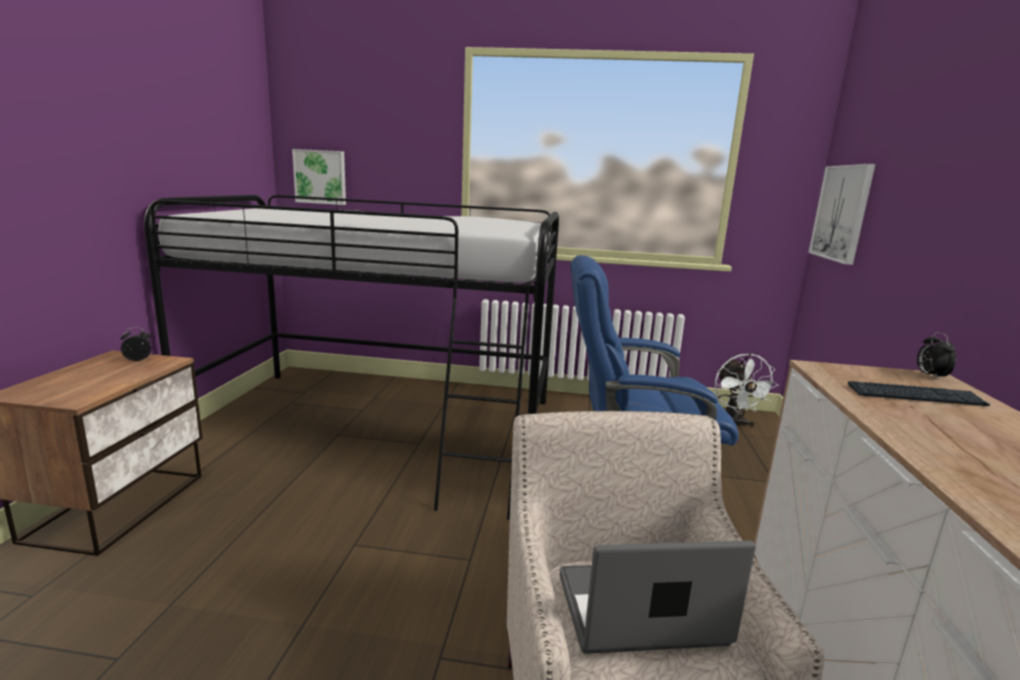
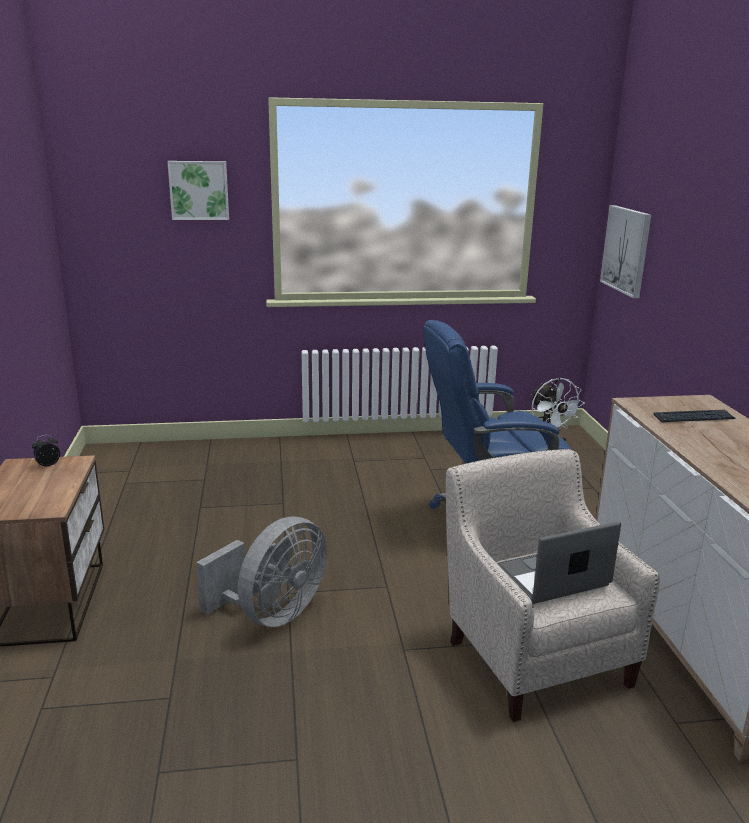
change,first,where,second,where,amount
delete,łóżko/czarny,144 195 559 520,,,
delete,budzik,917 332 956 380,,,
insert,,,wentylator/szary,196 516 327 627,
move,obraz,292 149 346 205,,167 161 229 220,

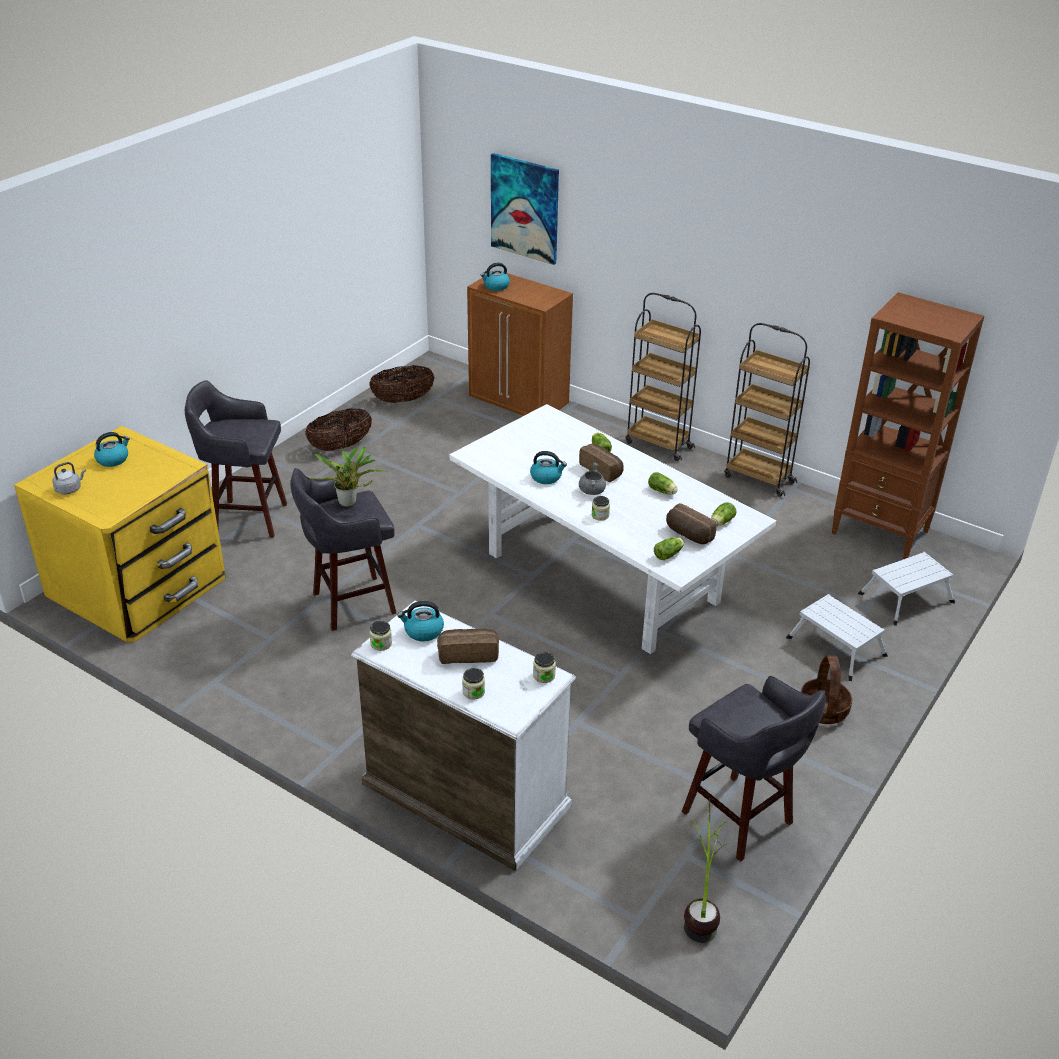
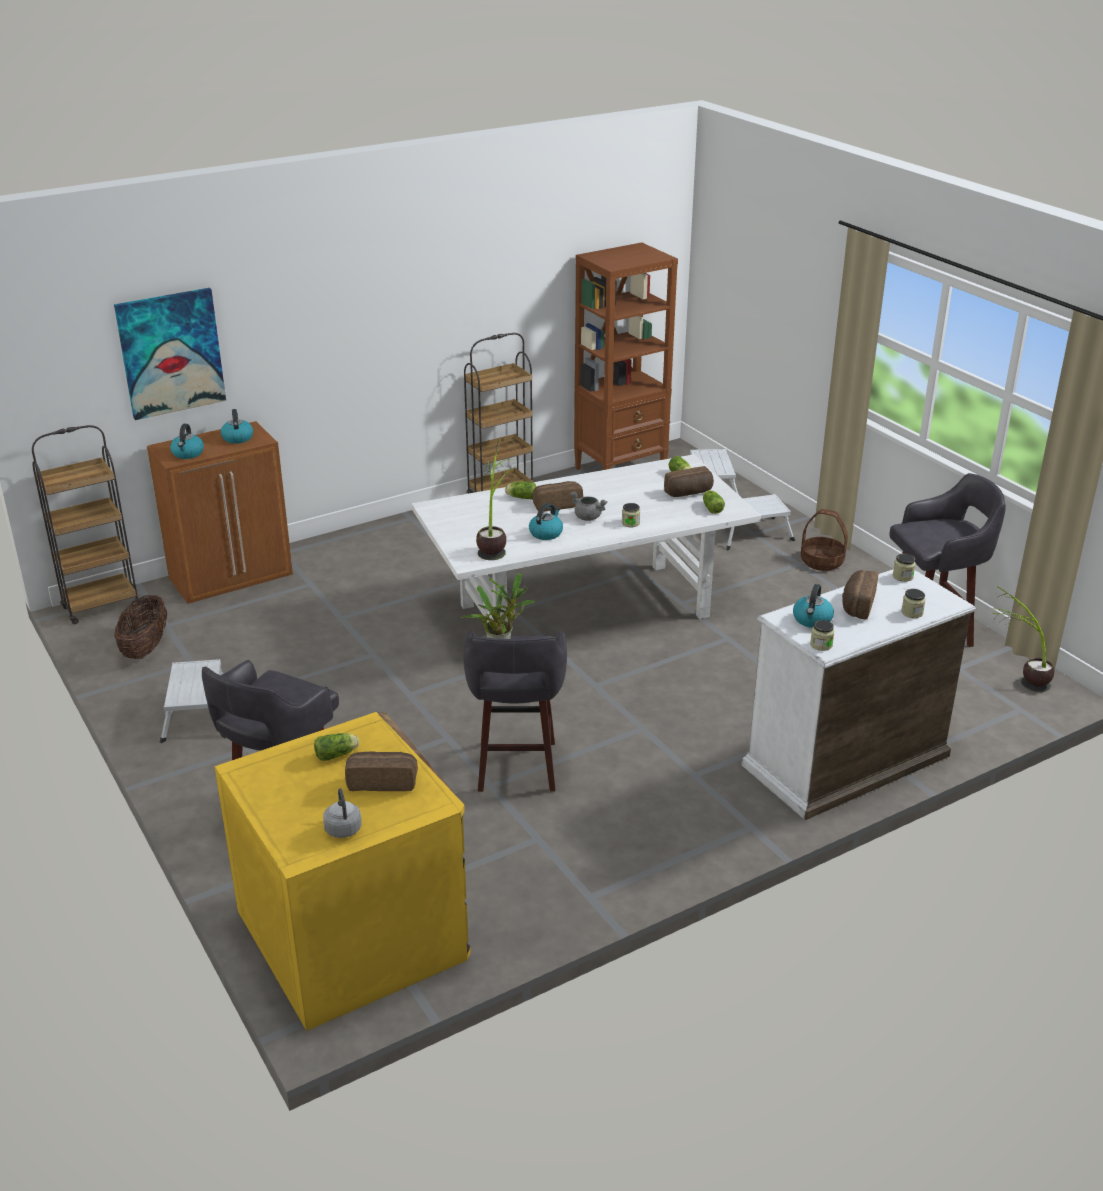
change,first,where,second,where,amount
insert,,,chleb,345 752 418 791,
insert,,,roślina doniczkowa,476 438 513 560,
move,czajnik,94 432 130 467,,221 409 253 444,
move,wózek/brązowy,626 293 701 461,,32 425 144 624,
move,sałata,648 472 678 495,,314 733 359 761,
replace,koszyk,305 408 372 451,drabinka/biały,160 659 226 744,

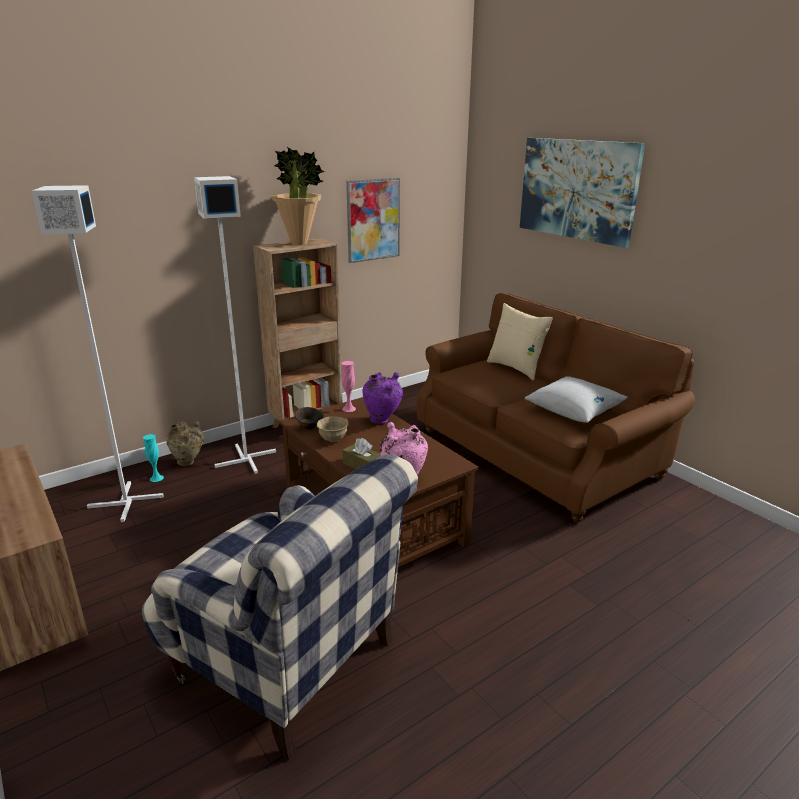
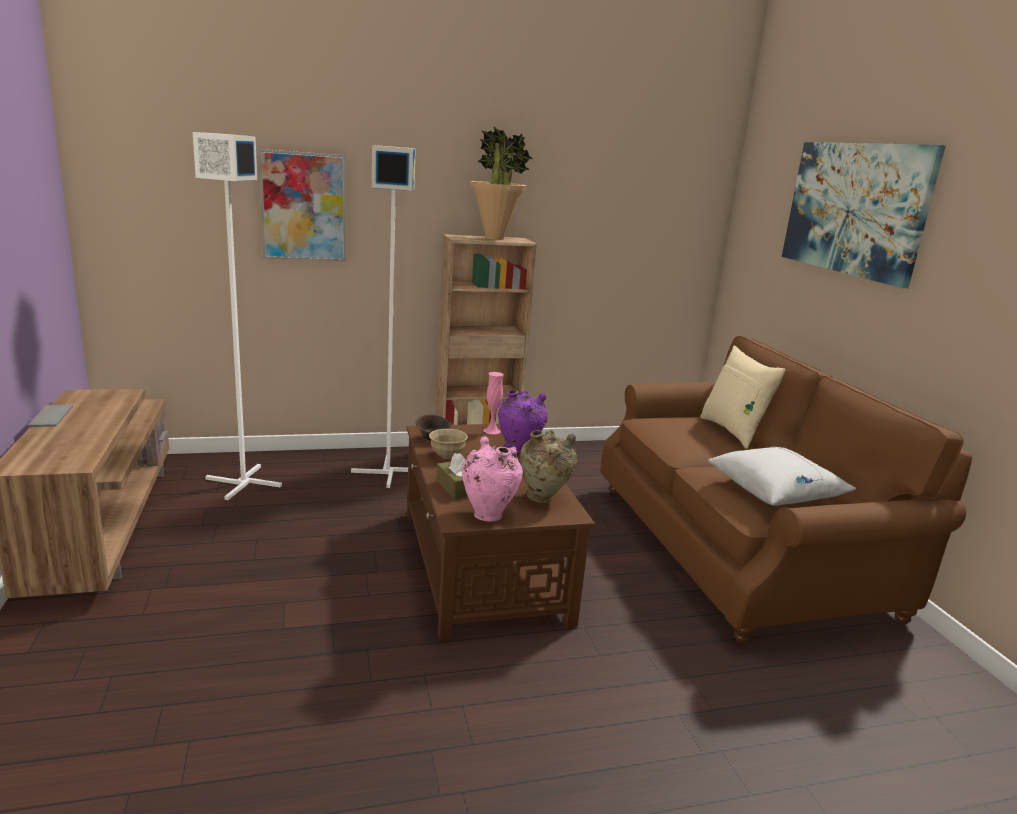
change,first,where,second,where,amount
delete,fotel,142 454 418 761,,,
delete,wazon/turkusowy,143 434 164 482,,,
move,wazon/beżowy,166 421 204 466,,519 430 577 503,
move,obraz,346 178 400 263,,259 149 346 261,

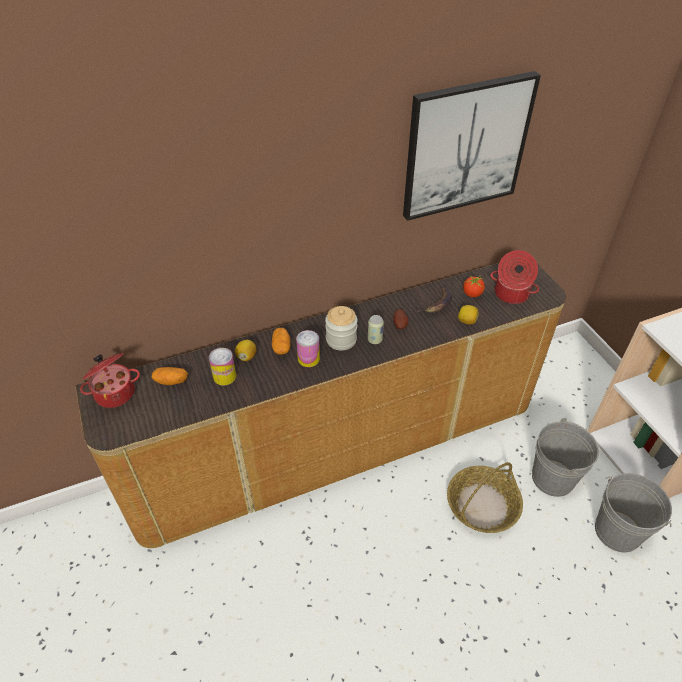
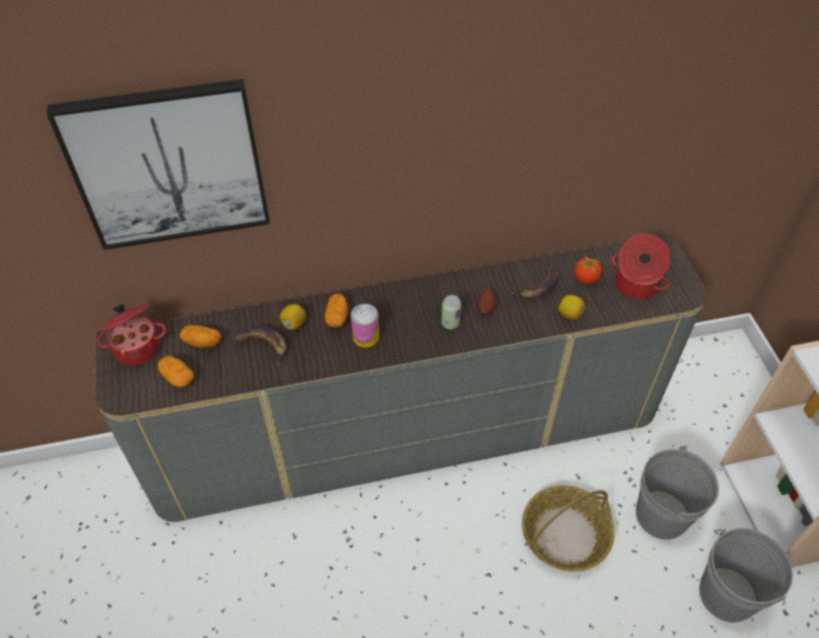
change,first,where,second,where,amount
delete,słoik,325 306 358 351,,,
insert,,,ziemniak,158 356 194 388,
move,obraz,403 71 541 221,,46 79 270 250,
replace,puszka,209 348 236 385,banan,234 326 286 366,
recolor,szafka/brązowy,75 263 566 548,szafka/szary,94 234 706 522,

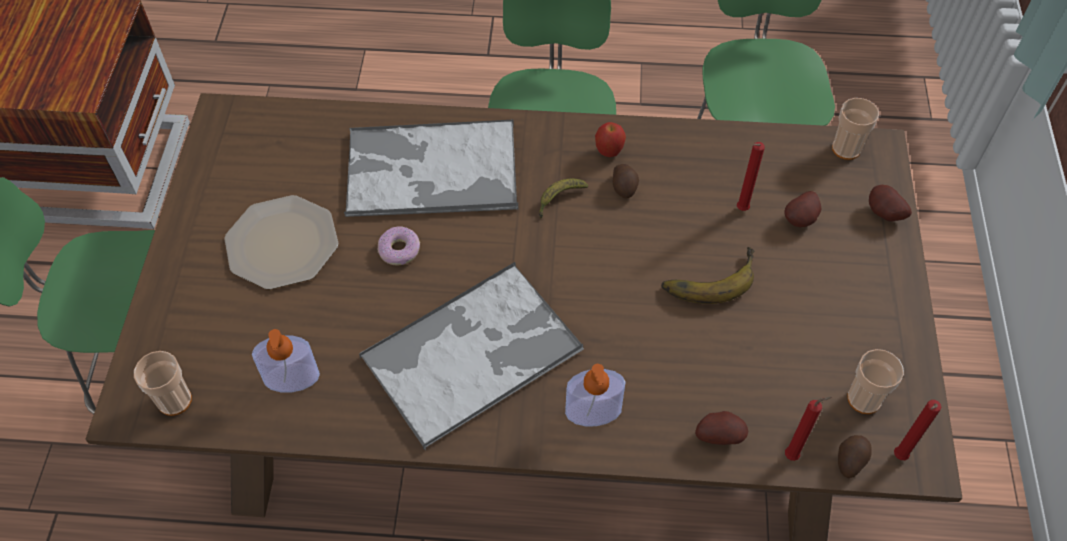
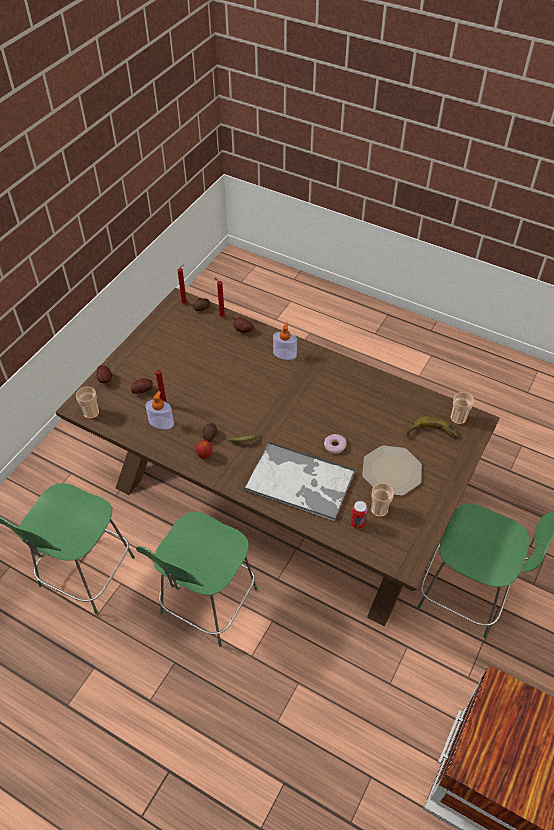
change,first,where,second,where,amount
delete,taca,359 262 584 451,,,
insert,,,puszka,351 501 368 529,
move,dozownik mydła,252 329 320 392,,146 391 174 429,
move,banan,661 247 754 304,,406 416 458 439,
move,filiżanka,847 349 904 414,,371 483 394 517,

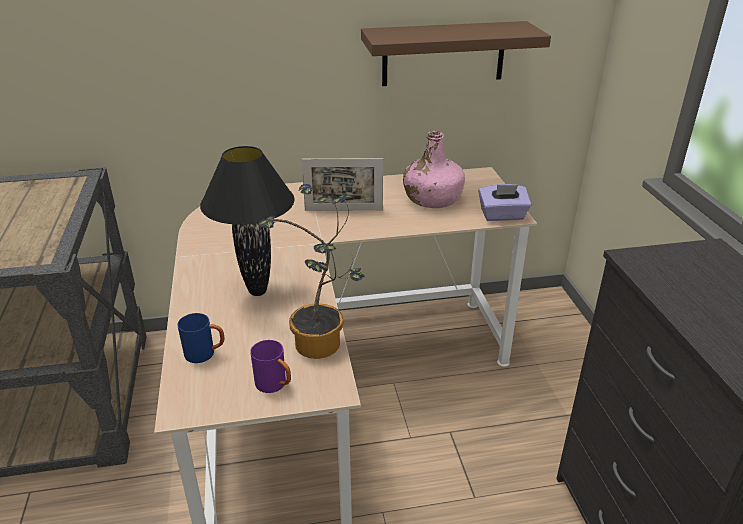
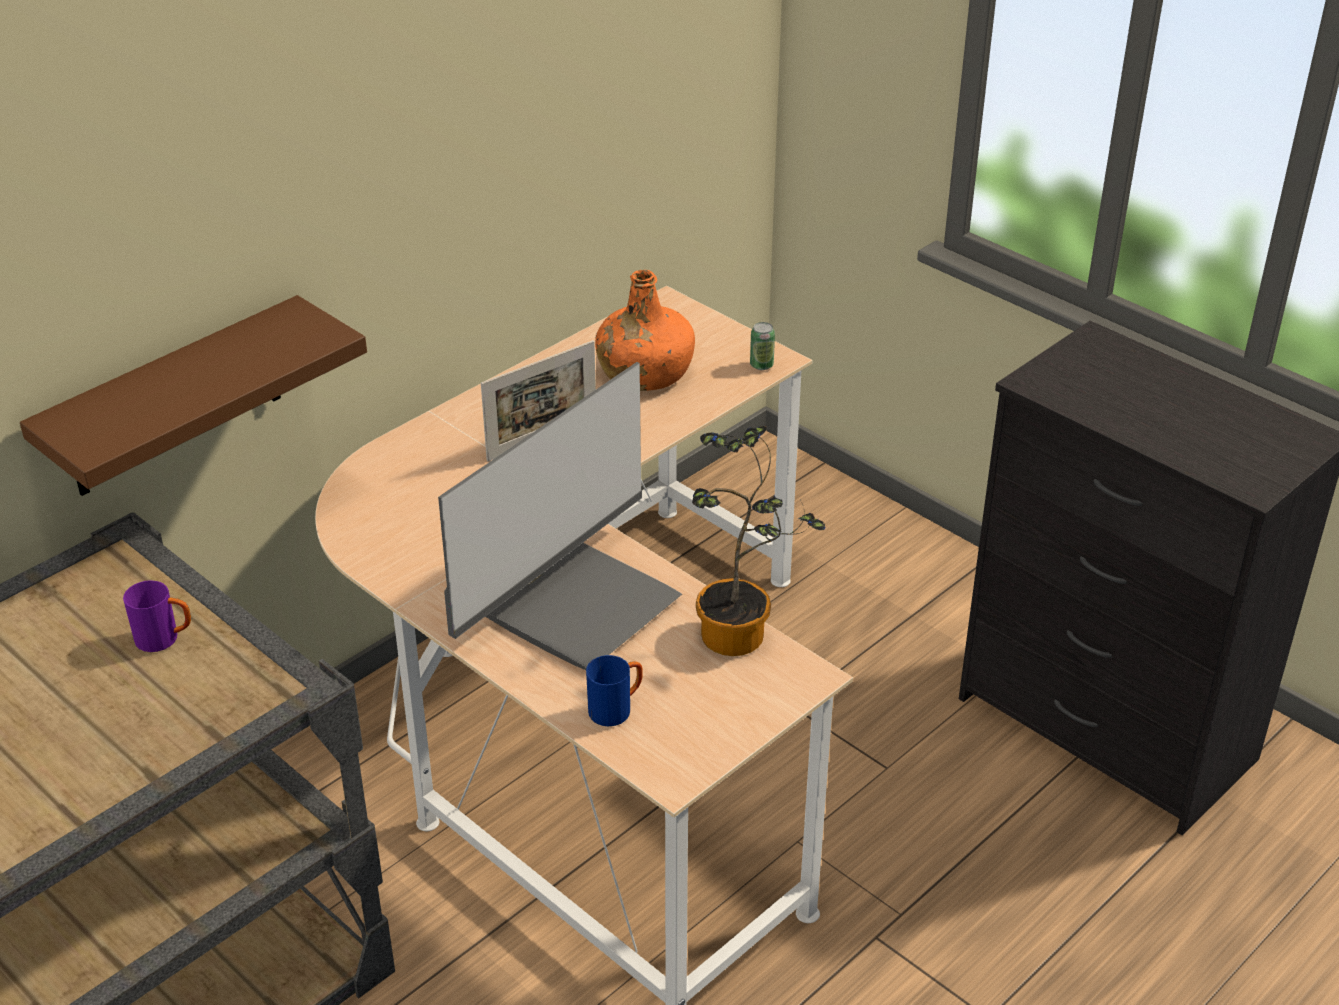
change,first,where,second,where,amount
move,kubek/fioletowy,250 340 291 393,,123 581 191 652,
move,półka/brązowy,361 21 551 86,,20 295 367 496,
replace,lampa stołowa/czarny,200 146 295 296,monitor,438 362 682 670,
replace,pudełko chusteczek/fioletowy,479 184 531 221,puszka,750 322 775 370,
recolor,butelka/różowy,403 131 465 208,butelka/pomarańczowy,595 270 695 391,

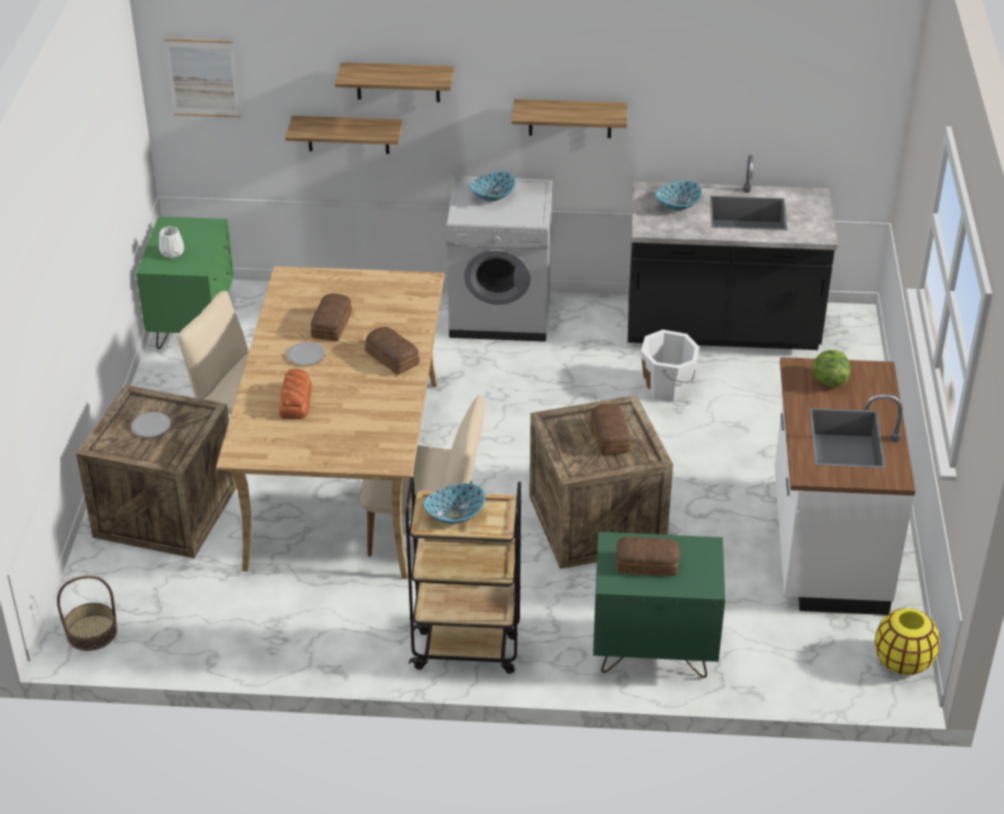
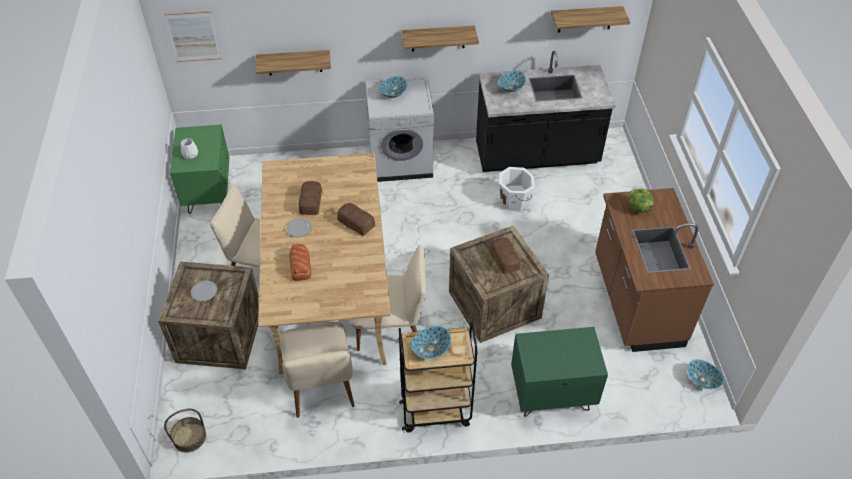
change,first,where,second,where,amount
delete,chleb,616 537 680 576,,,
insert,,,krzesło/beżowy,280 322 355 418,
move,półka,335 62 454 102,,551 6 630 33,
replace,wazon/żółty,875 608 940 675,miska,687 360 724 389,
recolor,zabudowa kuchenna/biały,775 357 915 615,zabudowa kuchenna/brązowy,595 188 714 352,

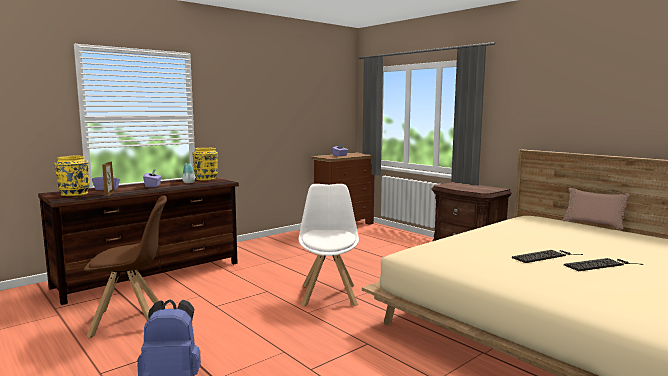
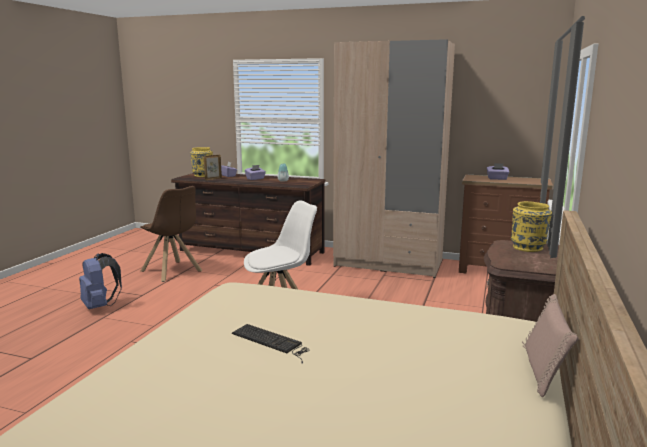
change,first,where,second,where,amount
delete,klawiatura,564 258 643 271,,,
insert,,,szafa/beżowy,333 39 455 278,
move,wazon/żółty,193 148 218 180,,511 201 552 252,

